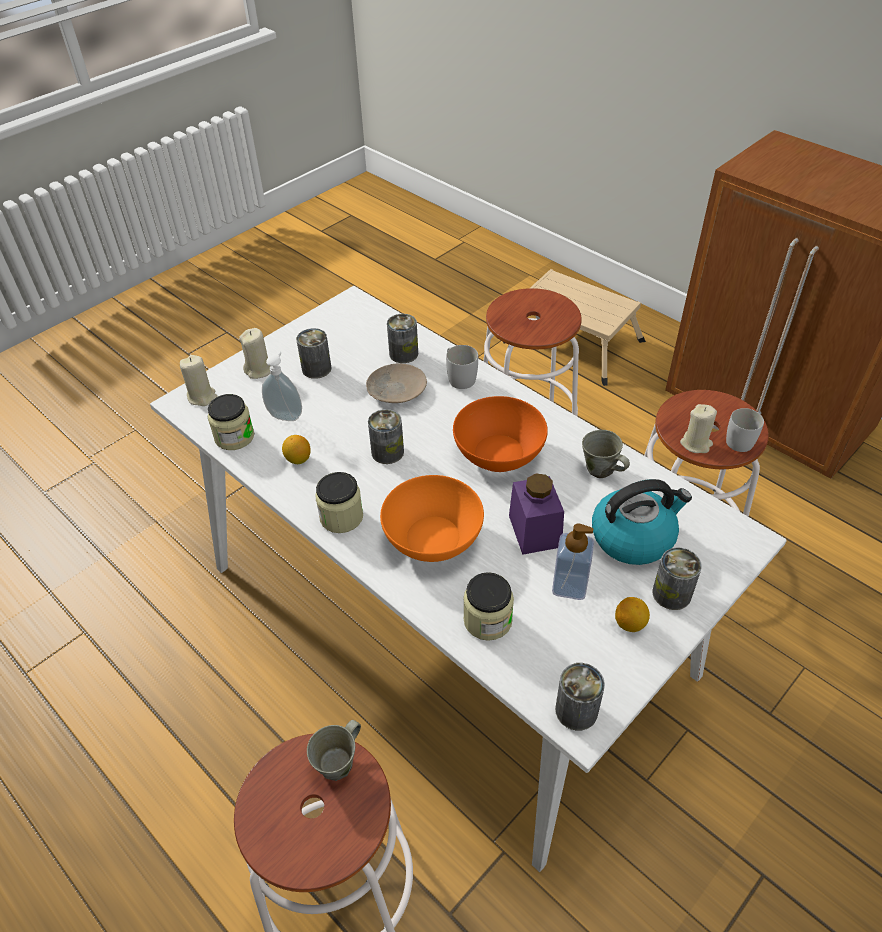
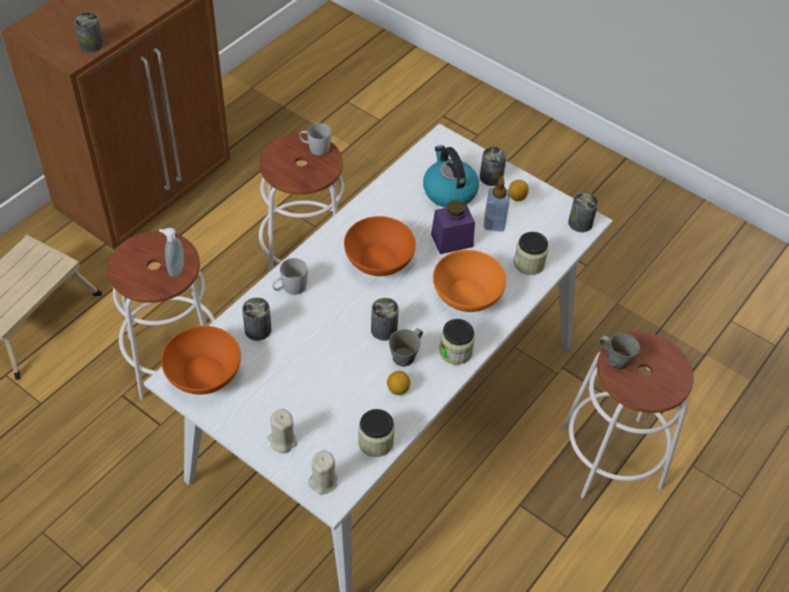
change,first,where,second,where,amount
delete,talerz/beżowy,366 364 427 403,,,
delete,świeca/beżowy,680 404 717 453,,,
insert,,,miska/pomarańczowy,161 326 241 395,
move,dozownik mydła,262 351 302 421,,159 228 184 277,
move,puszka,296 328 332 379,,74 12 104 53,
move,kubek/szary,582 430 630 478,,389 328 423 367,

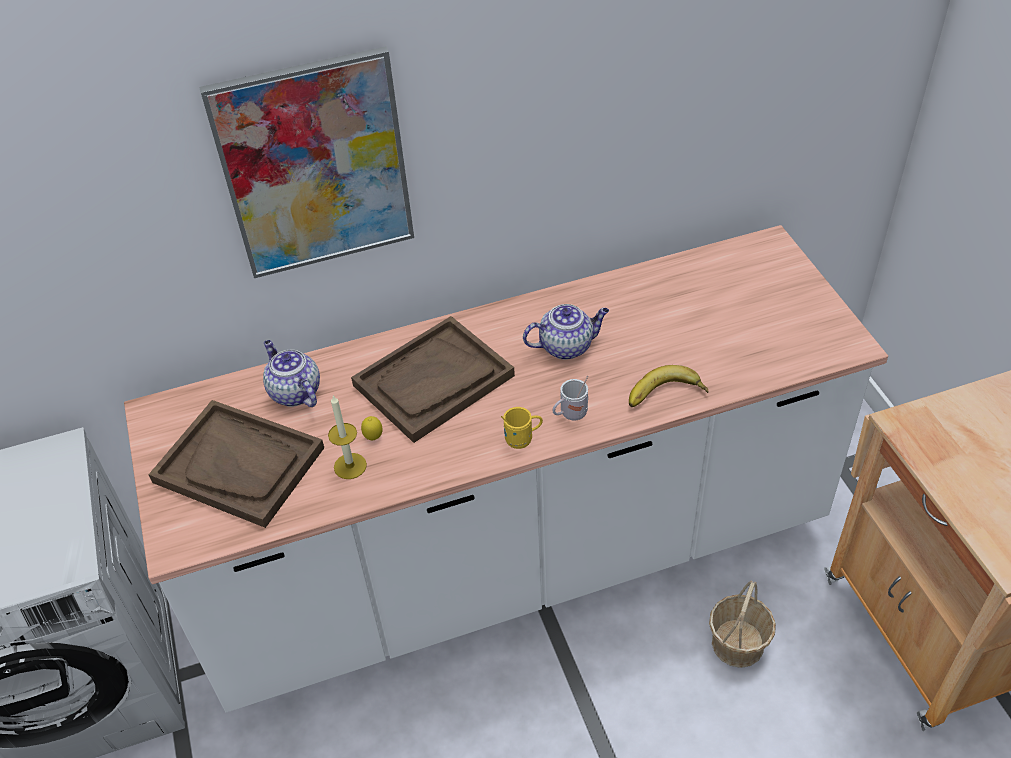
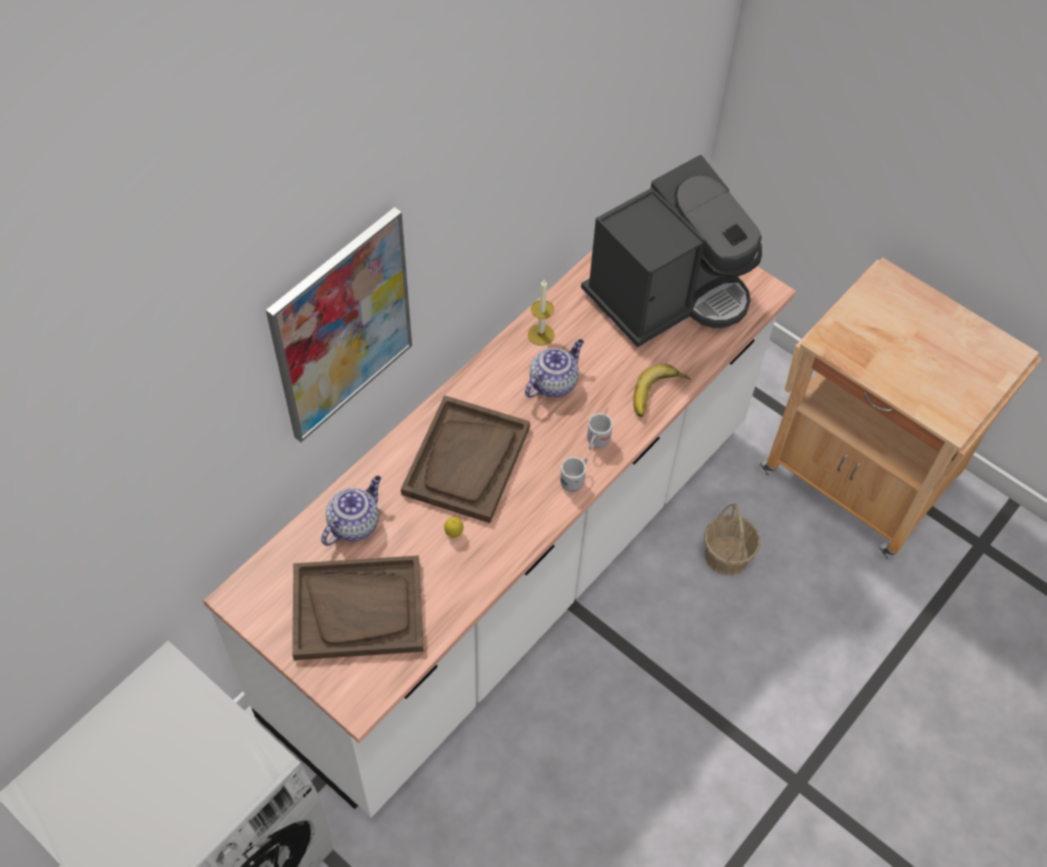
change,first,where,second,where,amount
insert,,,ekspres do kawy,581 155 762 347,
move,świeca,328 395 367 479,,528 279 554 346,
recolor,kubek/żółty,501 407 543 449,kubek/biały,560 457 587 492,
rotate,imbryk,263 340 320 407,,321 476 381 546,105 degrees clockwise

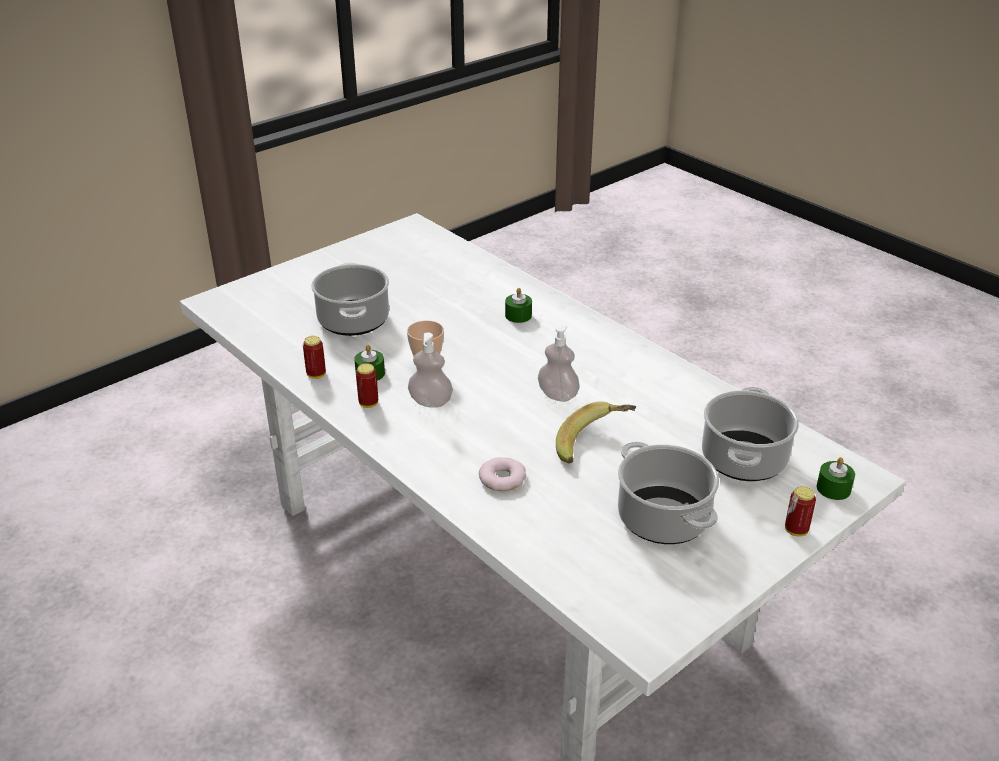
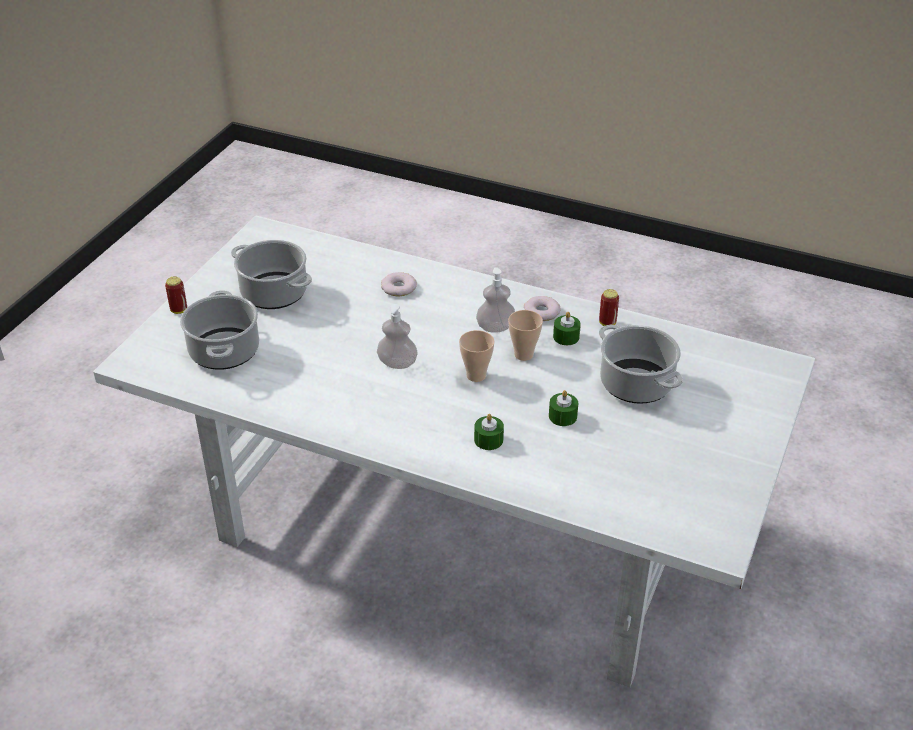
change,first,where,second,where,amount
delete,banan,556 401 636 463,,,
insert,,,filiżanka,459 330 494 382,
move,świeca/zielony,817 457 855 500,,549 390 578 426,
replace,puszka,356 363 378 408,donut,524 296 561 321,

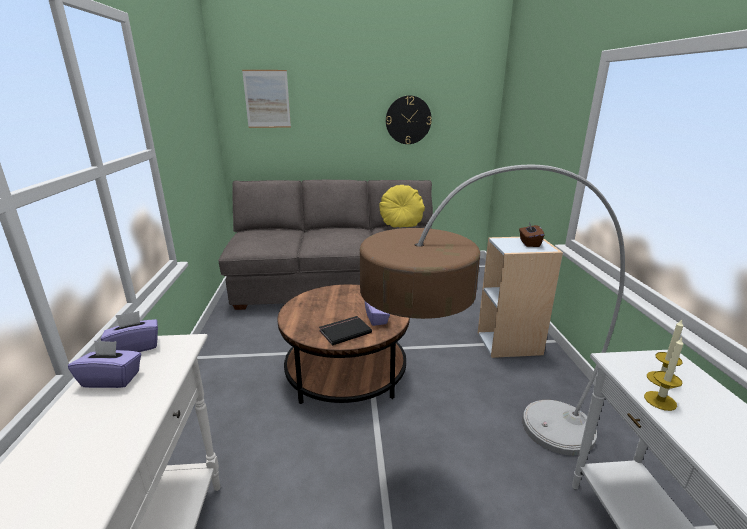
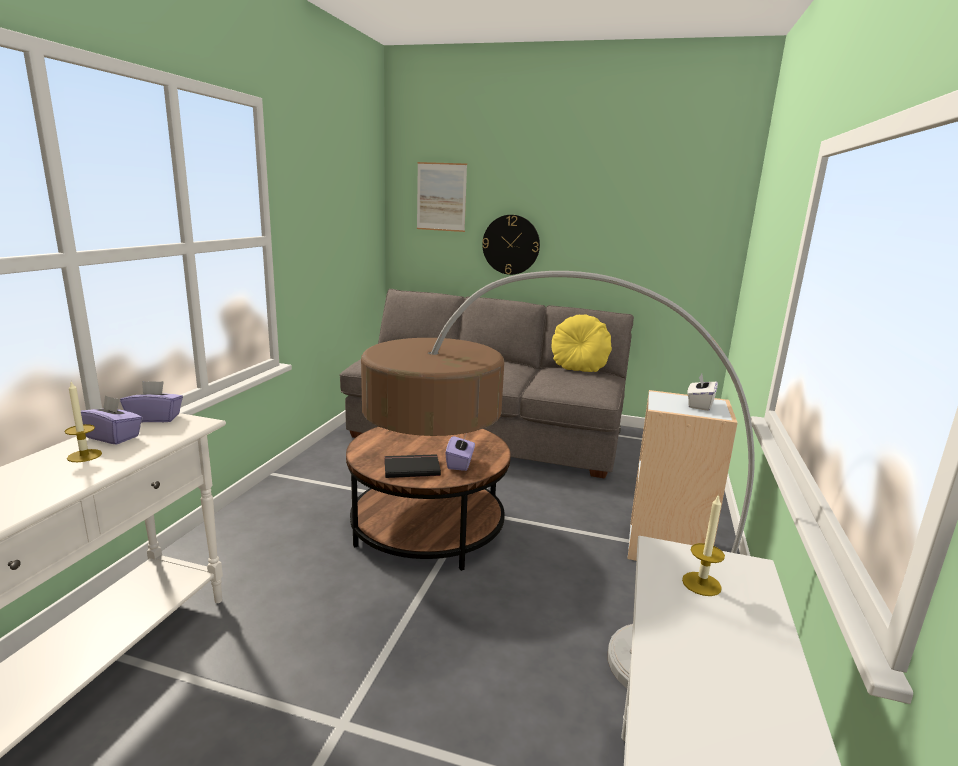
change,first,where,second,where,amount
move,zegar ścienny,386 96 432 144,,482 215 540 275,
move,świeca,644 337 683 411,,65 381 102 462,
recolor,pudełko chusteczek/brązowy,519 222 544 247,pudełko chusteczek/biały,687 374 718 411,

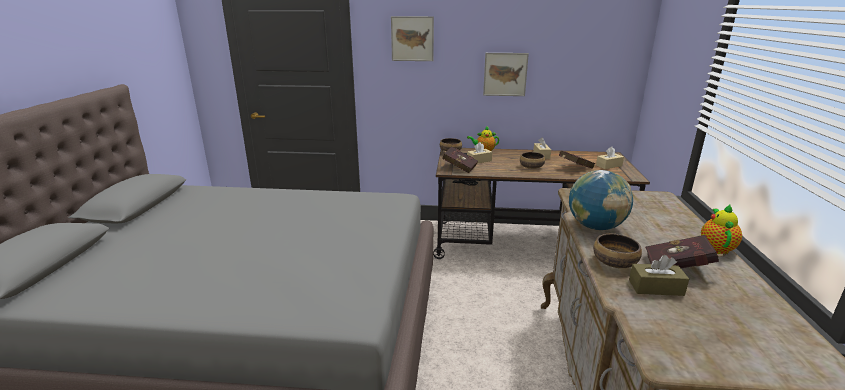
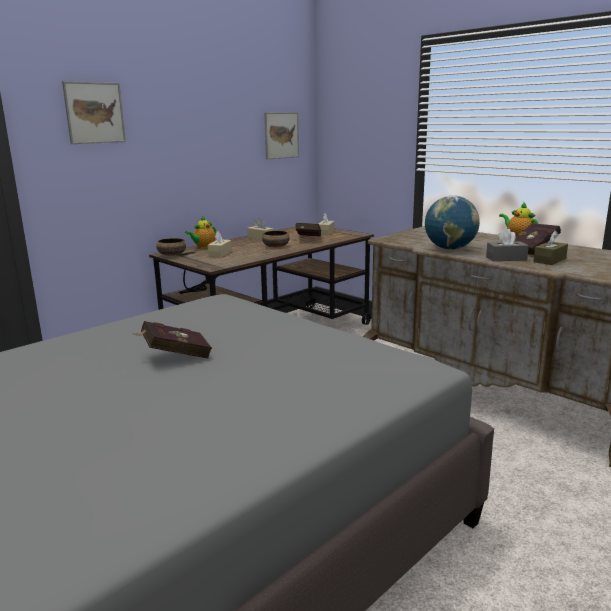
change,first,where,second,where,amount
move,książka/czerwony,442 147 478 173,,134 321 212 358,
move,obraz,483 53 529 96,,264 112 299 160,
replace,miska,593 234 642 268,pudełko chusteczek/szary,486 229 529 261,

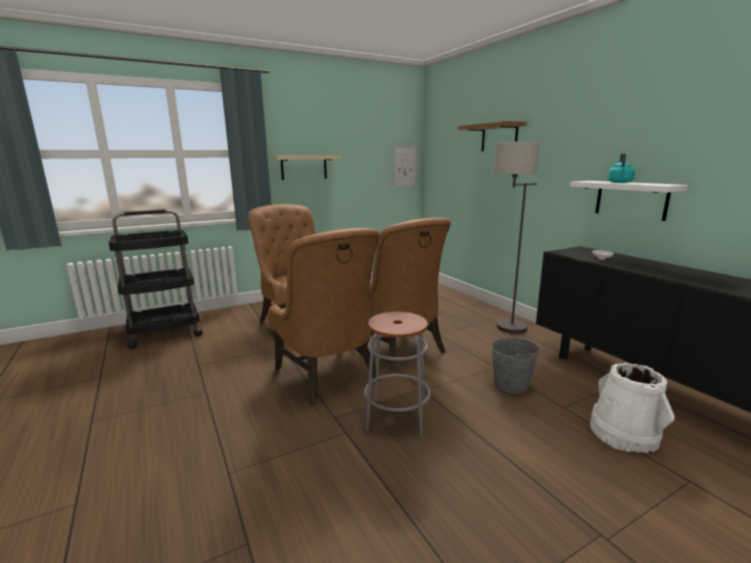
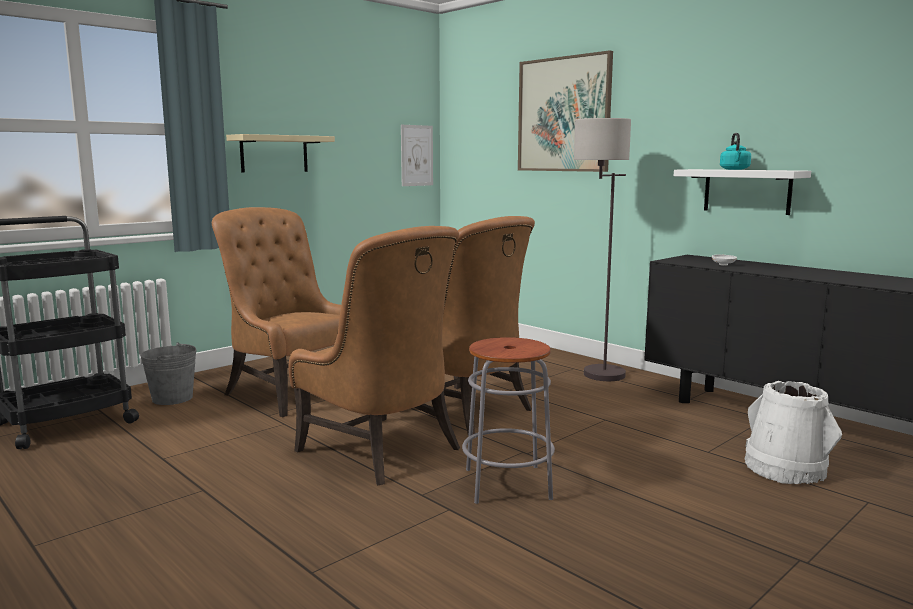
change,first,where,second,where,amount
move,wiadro/szary,491 336 540 394,,140 342 197 405,
replace,półka,458 121 527 152,obraz,518 50 613 172,

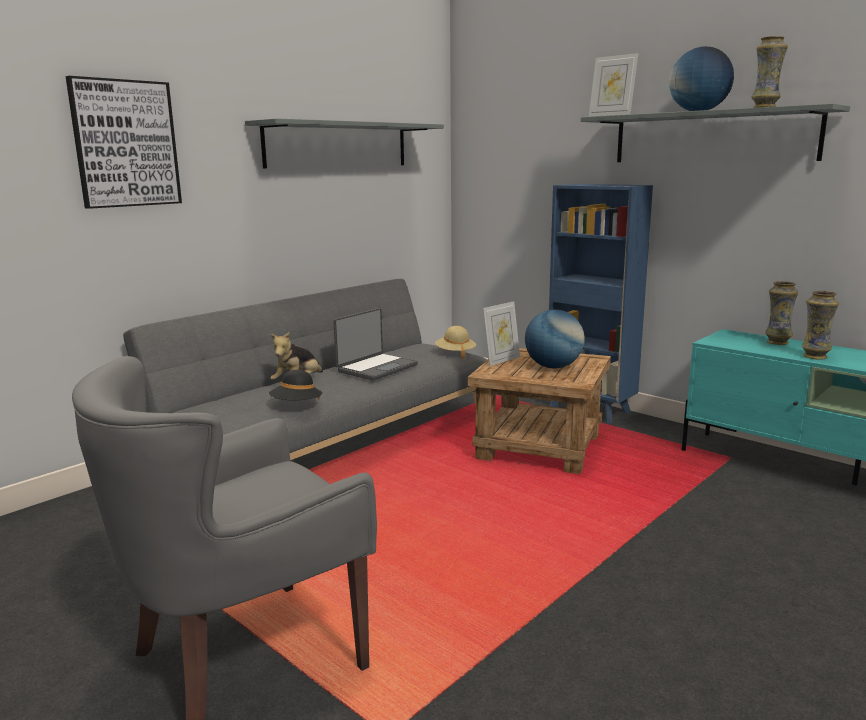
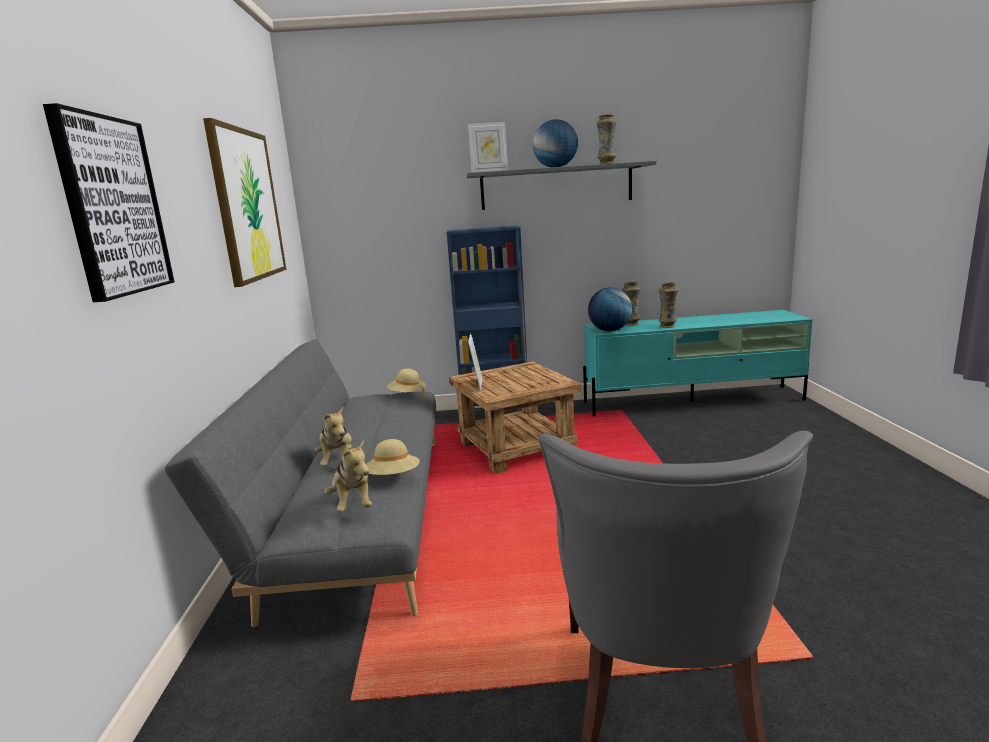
change,first,where,second,where,amount
delete,laptop,333 308 418 381,,,
insert,,,pluszak,324 440 372 512,
move,globus,525 310 585 369,,588 288 632 331,
replace,półka/szary,245 118 444 168,obraz,203 118 287 287,
recolor,kapelusz/czarny,269 370 322 400,kapelusz/beżowy,366 439 420 475,

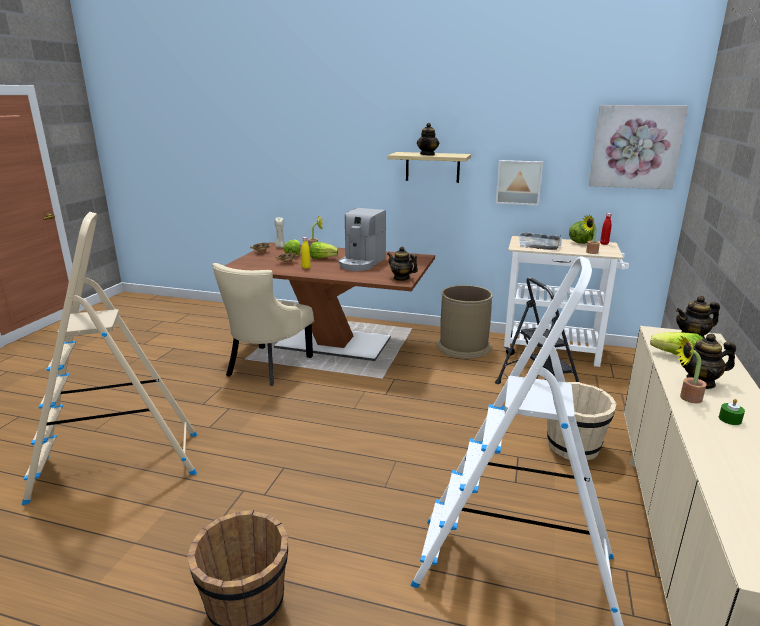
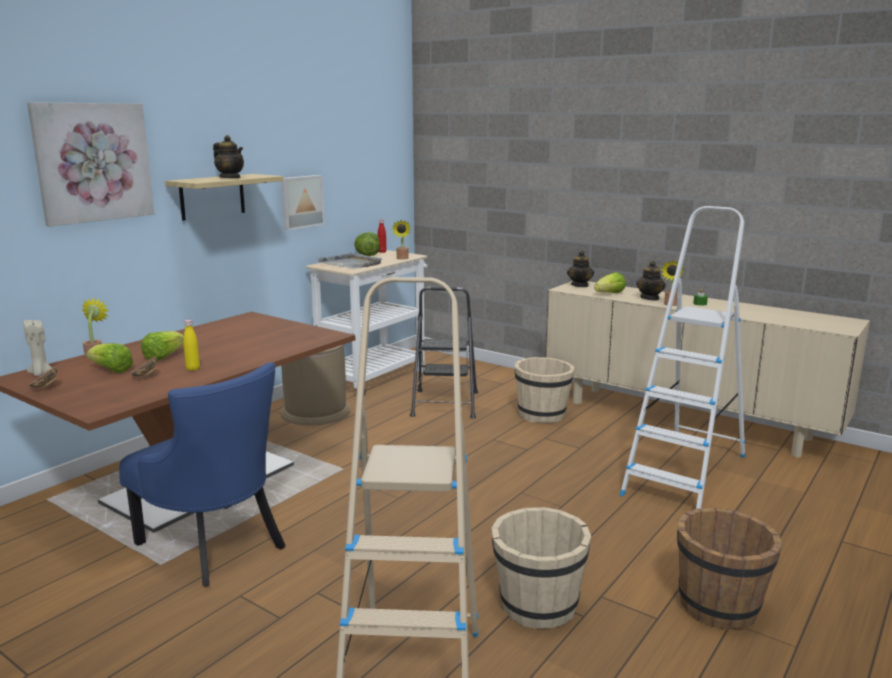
change,first,where,second,where,amount
delete,ekspres do kawy,339 208 386 271,,,
delete,imbryk,387 246 418 281,,,
insert,,,wiadro/beżowy,492 507 591 629,
move,obraz,589 105 688 189,,27 102 155 227,
recolor,krzesło/beżowy,212 263 314 386,krzesło/niebieski,119 362 286 587,

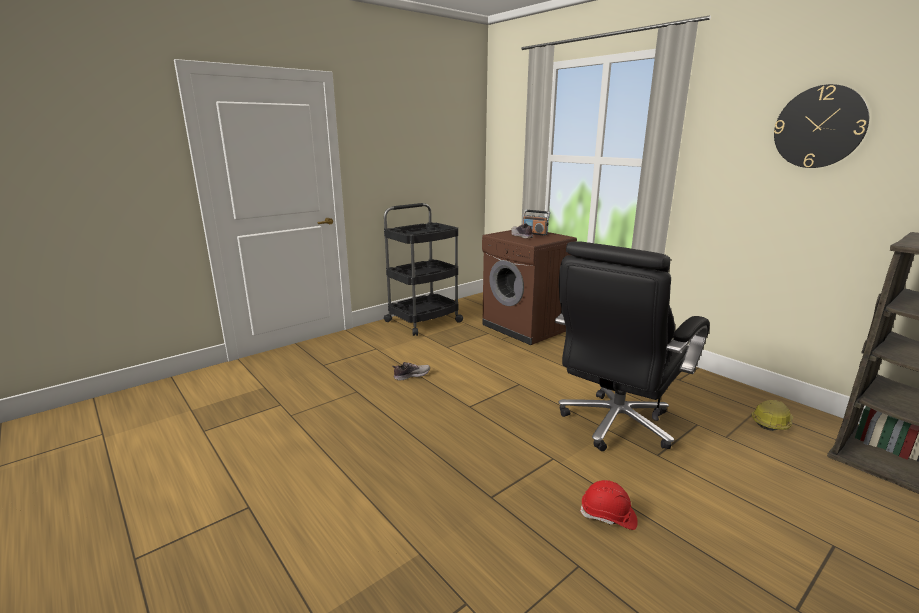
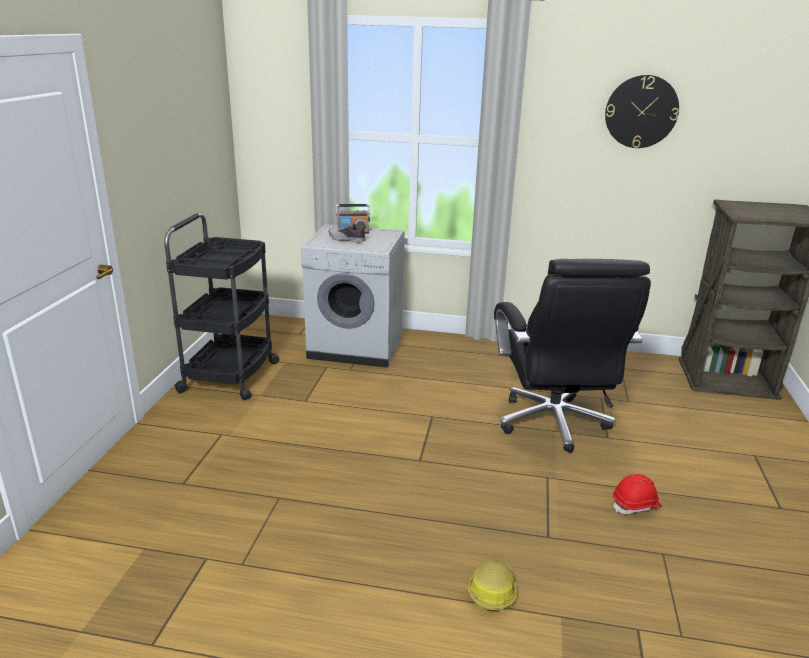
change,first,where,second,where,amount
delete,but,392 362 430 381,,,
move,kask,751 400 793 431,,467 559 517 611,
recolor,pralka/brązowy,482 230 577 345,pralka/biały,301 225 405 368,

